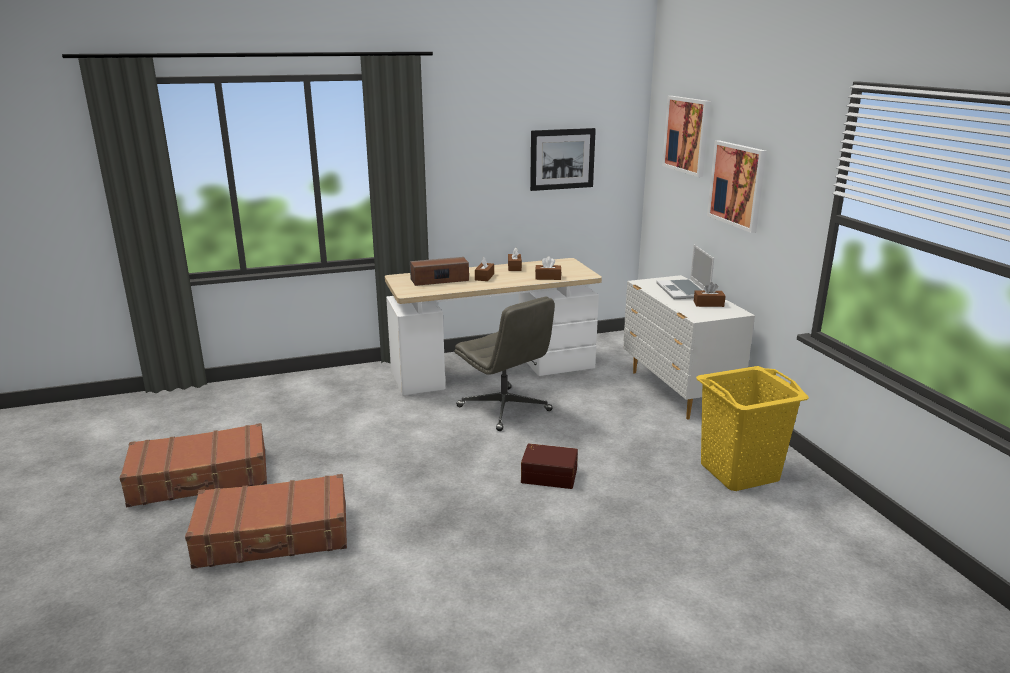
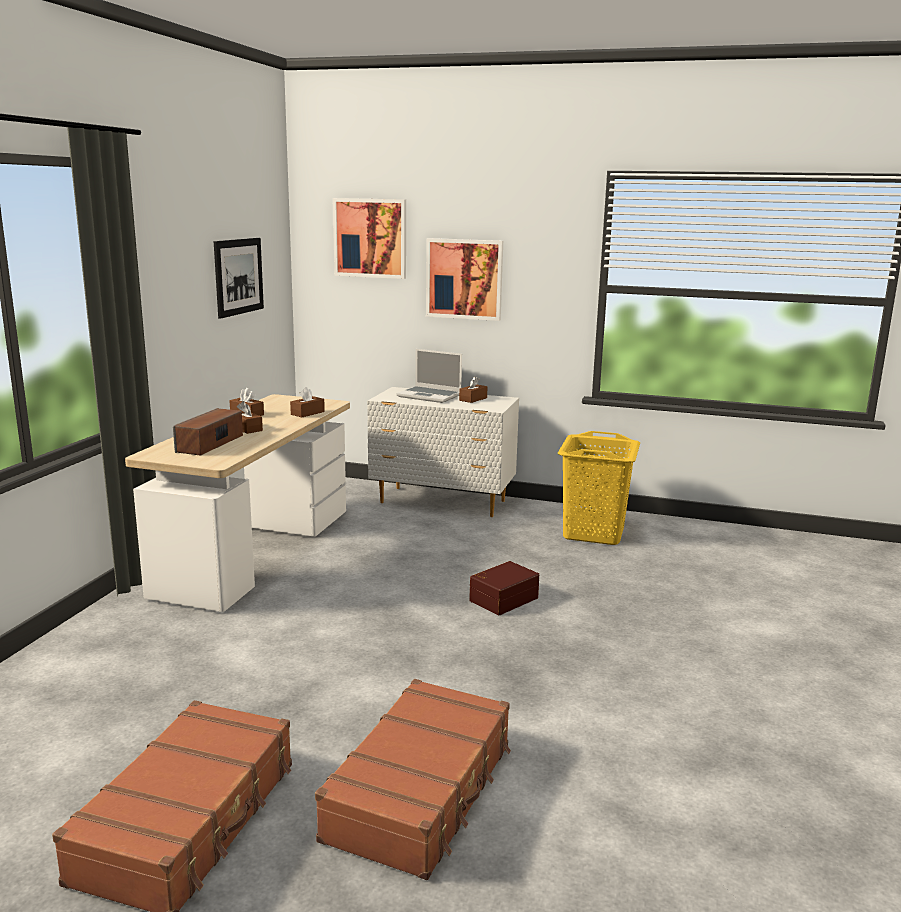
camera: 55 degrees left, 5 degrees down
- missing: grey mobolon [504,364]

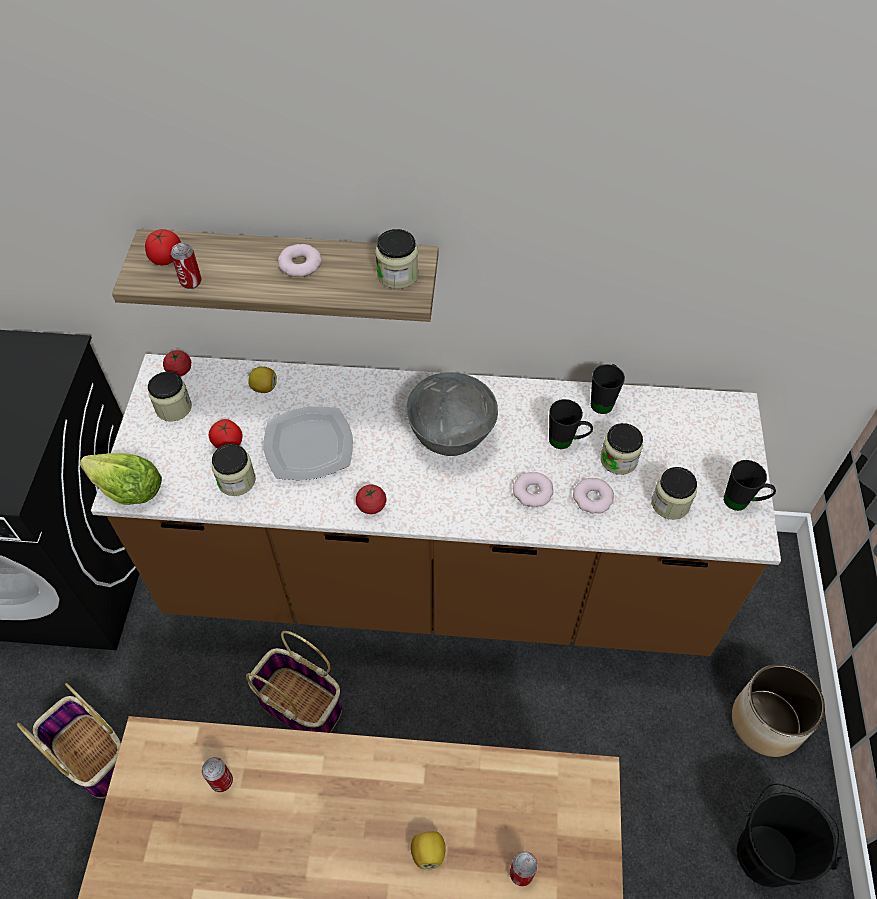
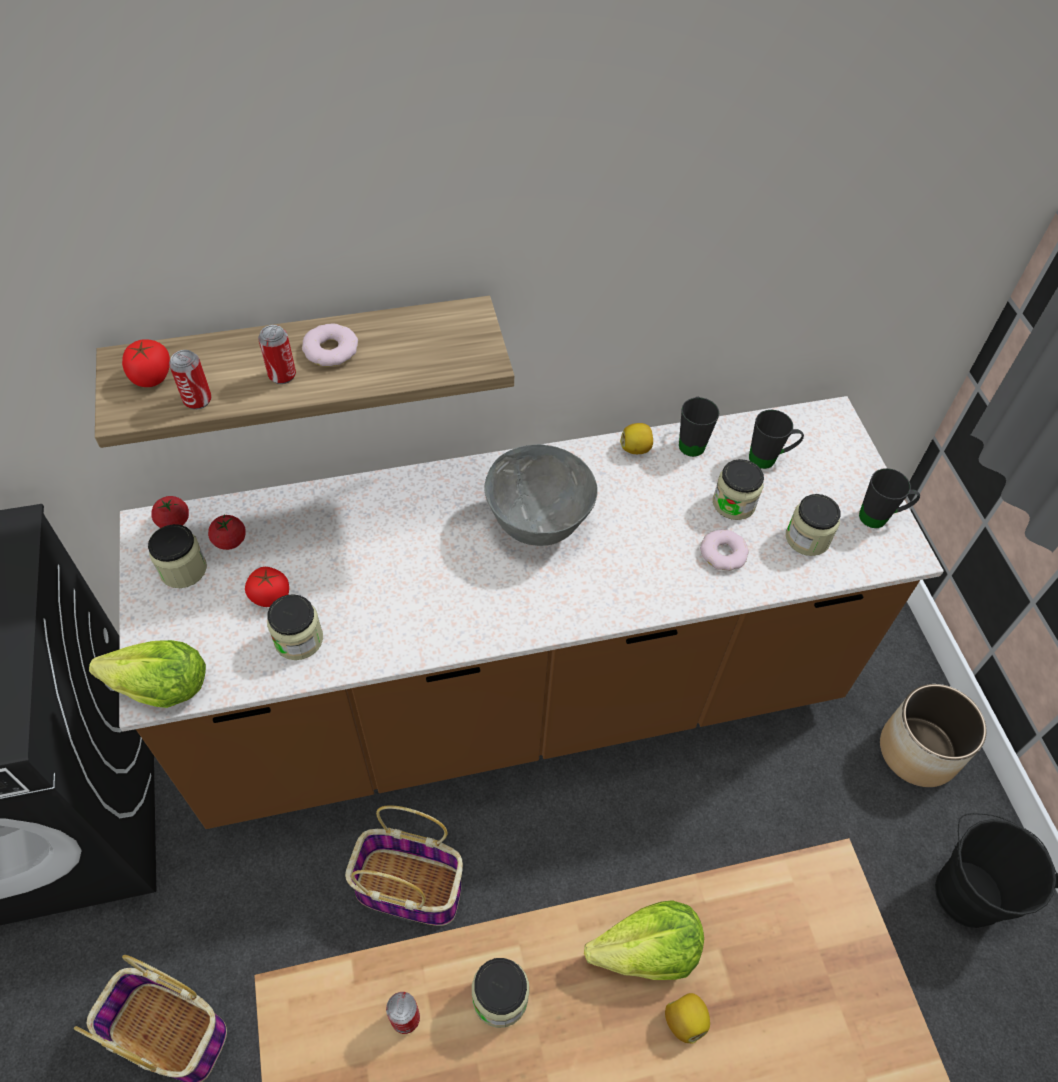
camera: 20 degrees left, 0 degrees up
- relocated: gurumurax [371,499] to [227,532]
- relocated: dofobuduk [523,868] to [277,354]
- relocated: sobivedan [397,259] to [500,993]
- appeared: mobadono [644,940]
- relocated: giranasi [263,380] to [636,438]
- relocated: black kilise [571,424] to [776,439]
- missing: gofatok [308,443]
- missing: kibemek [533,490]

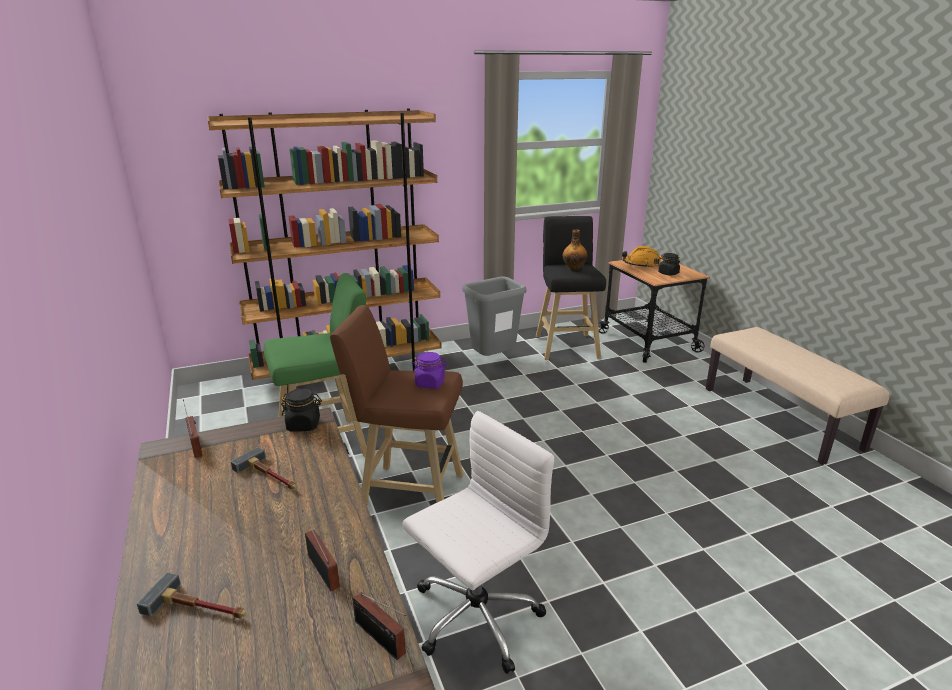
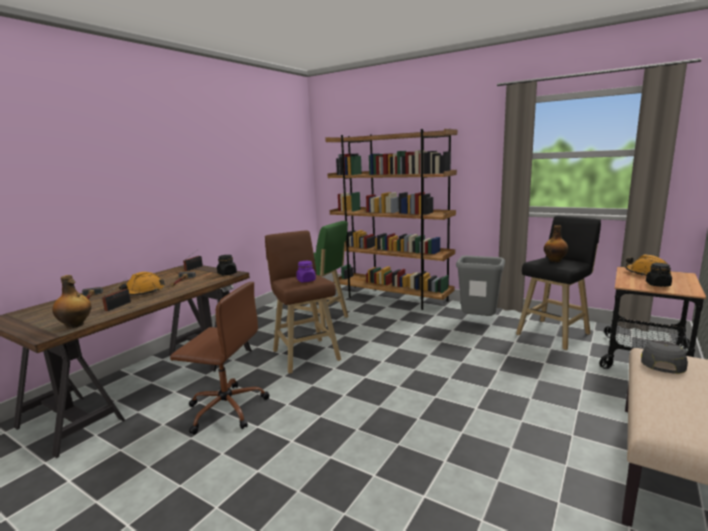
camera: 55 degrees right, 10 degrees down
- exchanged: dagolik [380,626] to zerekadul [72,301]
- appeared: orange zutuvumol [142,283]
- colour: white mobolon [478,542] to brown mobolon [219,358]
- appeared: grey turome [664,357]

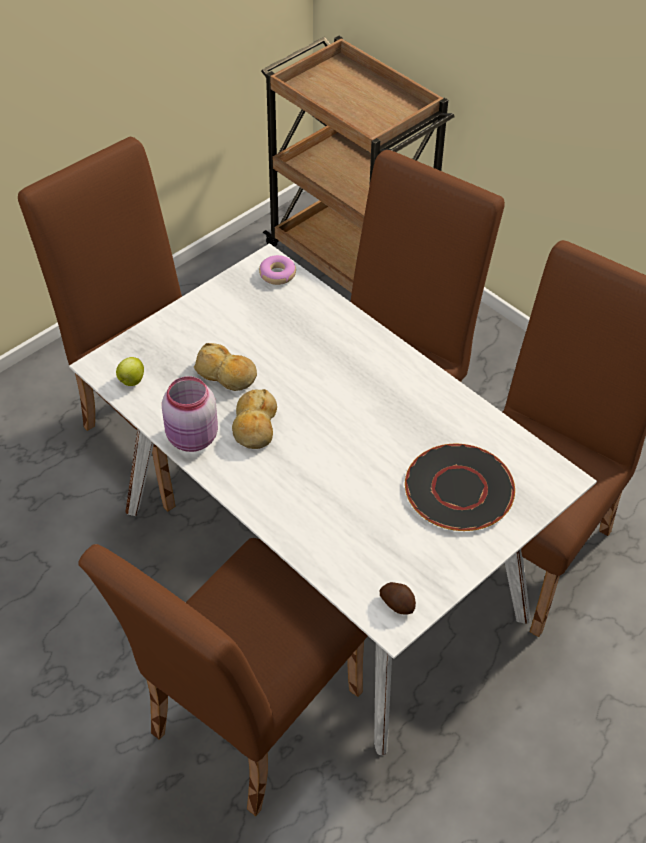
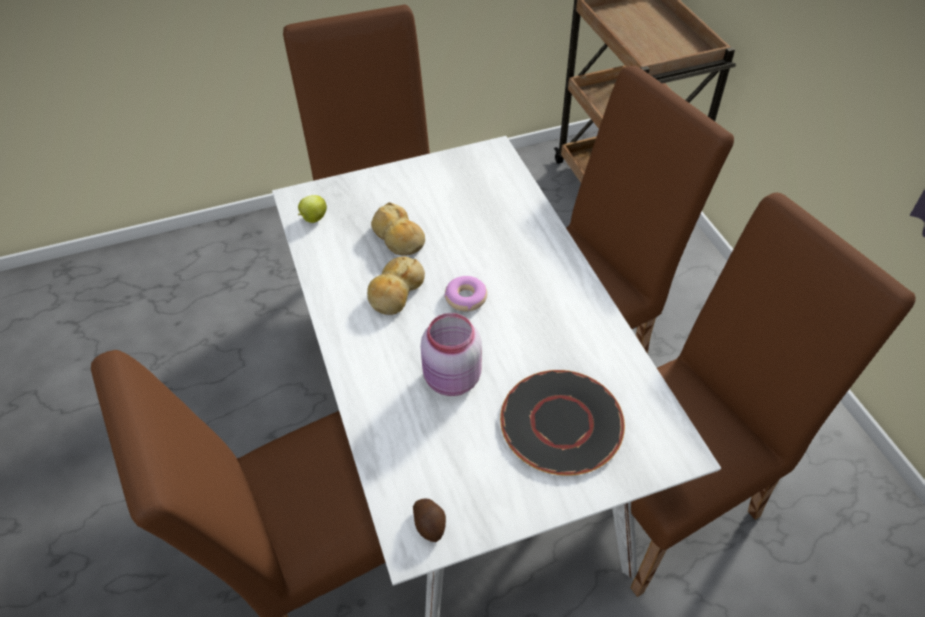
camera: 25 degrees right, 0 degrees up
- relocated: pink sobivedan [190,414] to [451,354]
- relocated: kibemek [277,270] to [465,293]

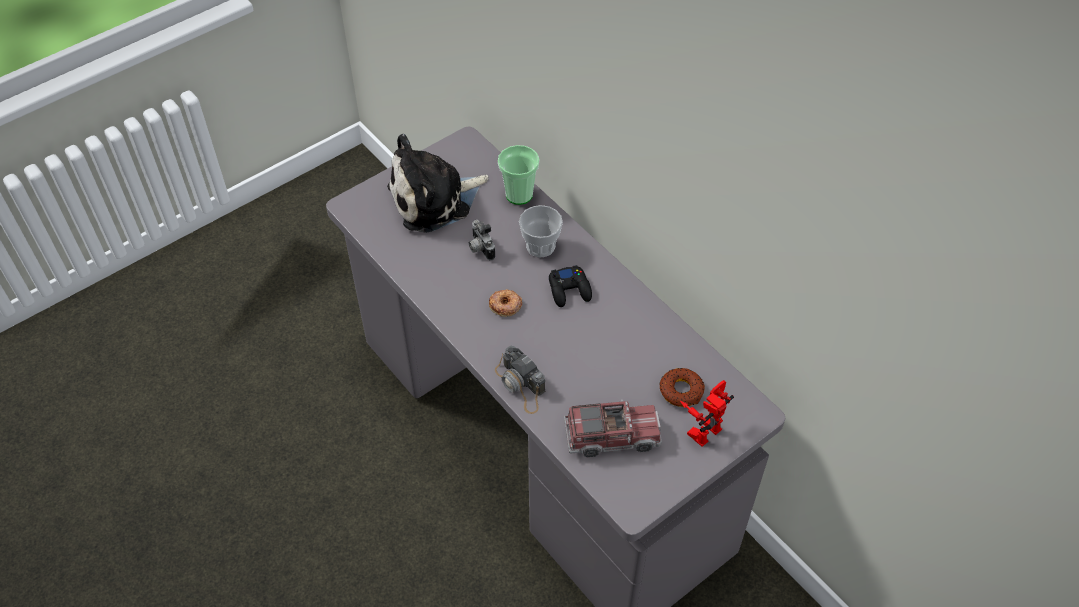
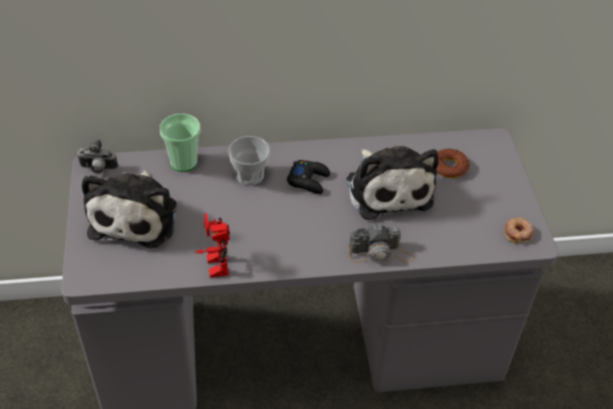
camera: 60 degrees left, 5 degrees down
- relocated: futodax [482,240] to [97,156]
- relocated: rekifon [707,413] to [212,245]
- appeared: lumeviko [392,183]
- relocated: kibemek [505,303] to [519,230]
- missing: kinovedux [613,428]

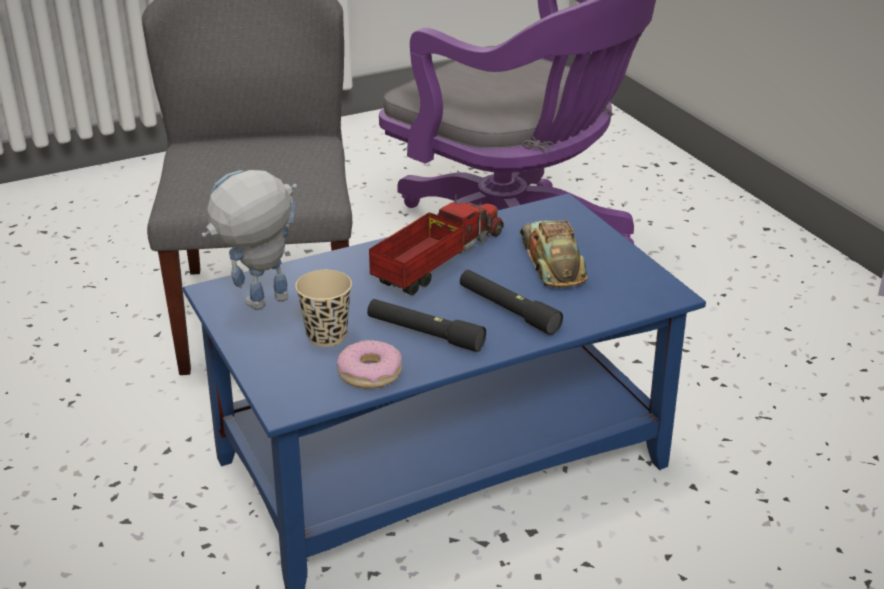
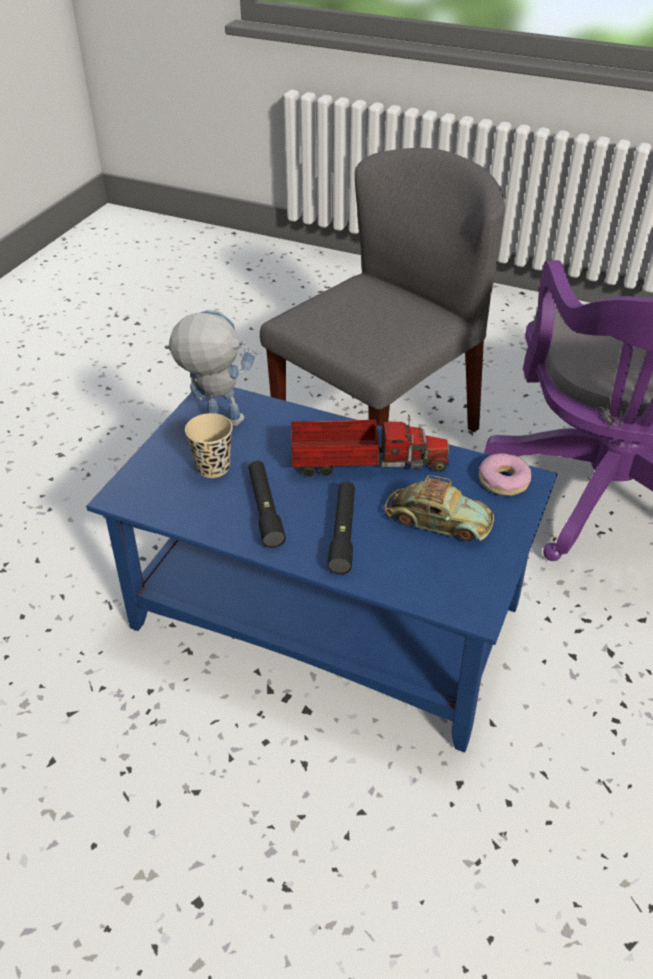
camera: 50 degrees right, 10 degrees up
- spun: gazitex [554,254] = [439,508] 75 degrees clockwise
- relocated: kibemek [369,364] to [505,474]

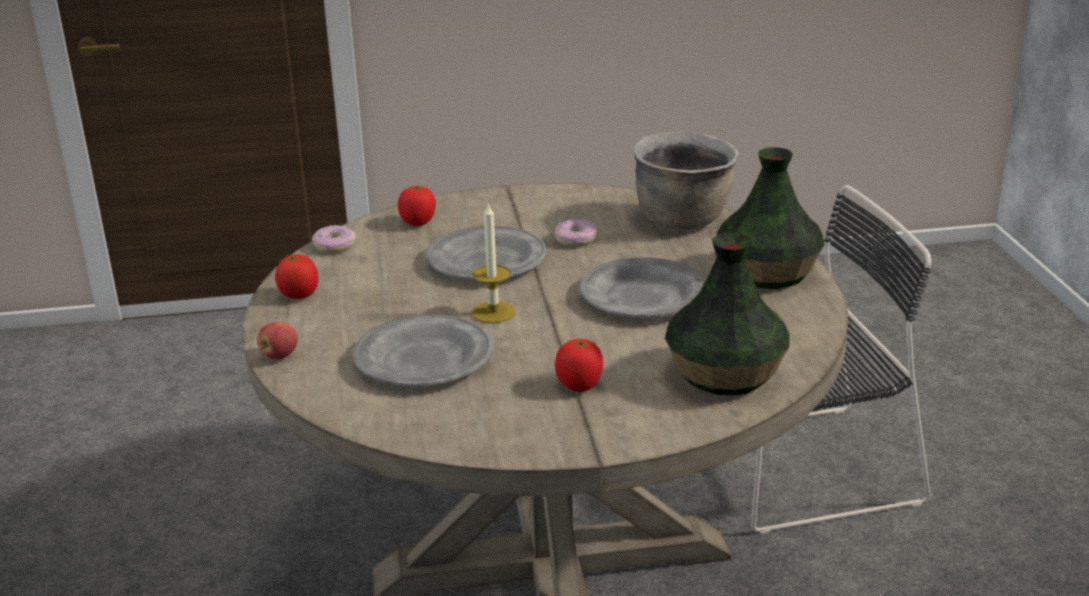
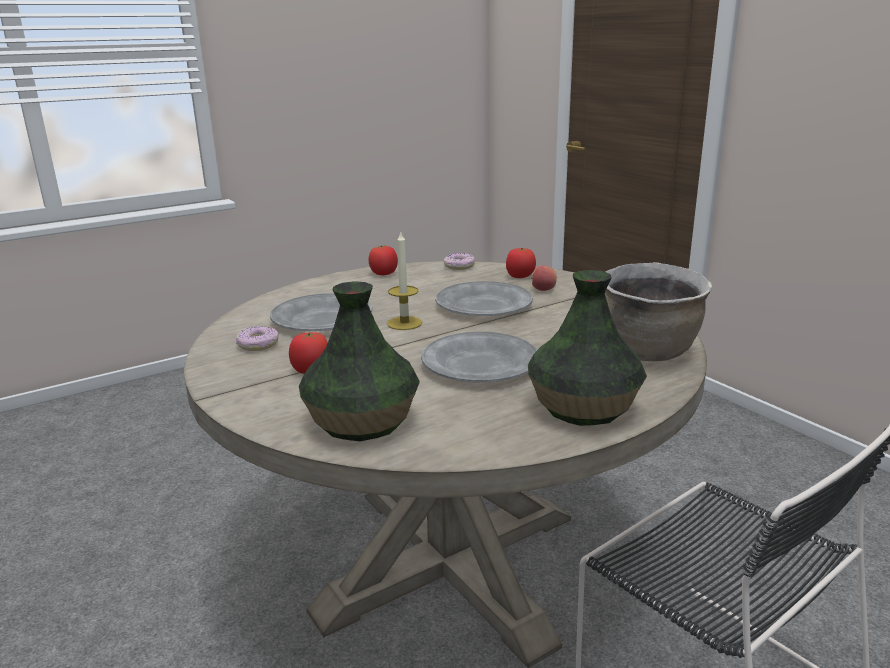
camera: 65 degrees right, 5 degrees down
- relocated: kibemek [576,233] to [257,338]
- relocated: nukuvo [277,341] to [544,278]

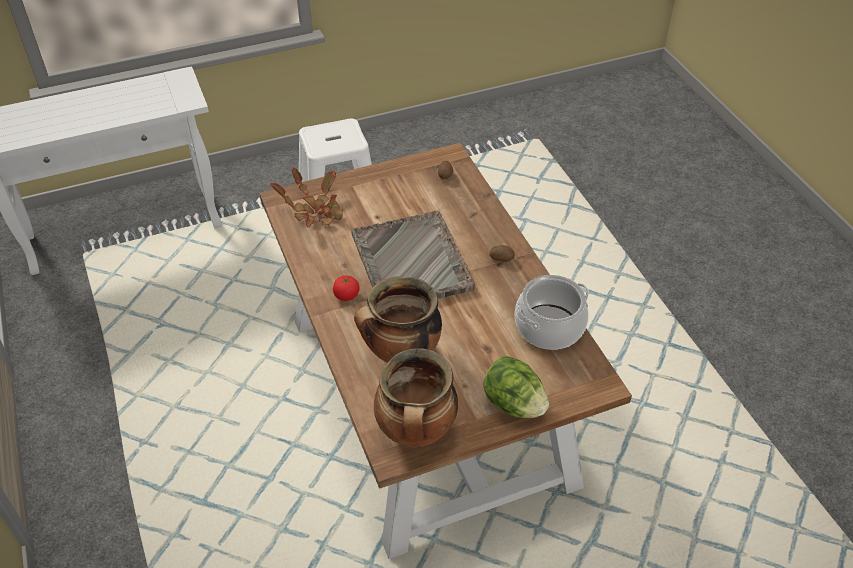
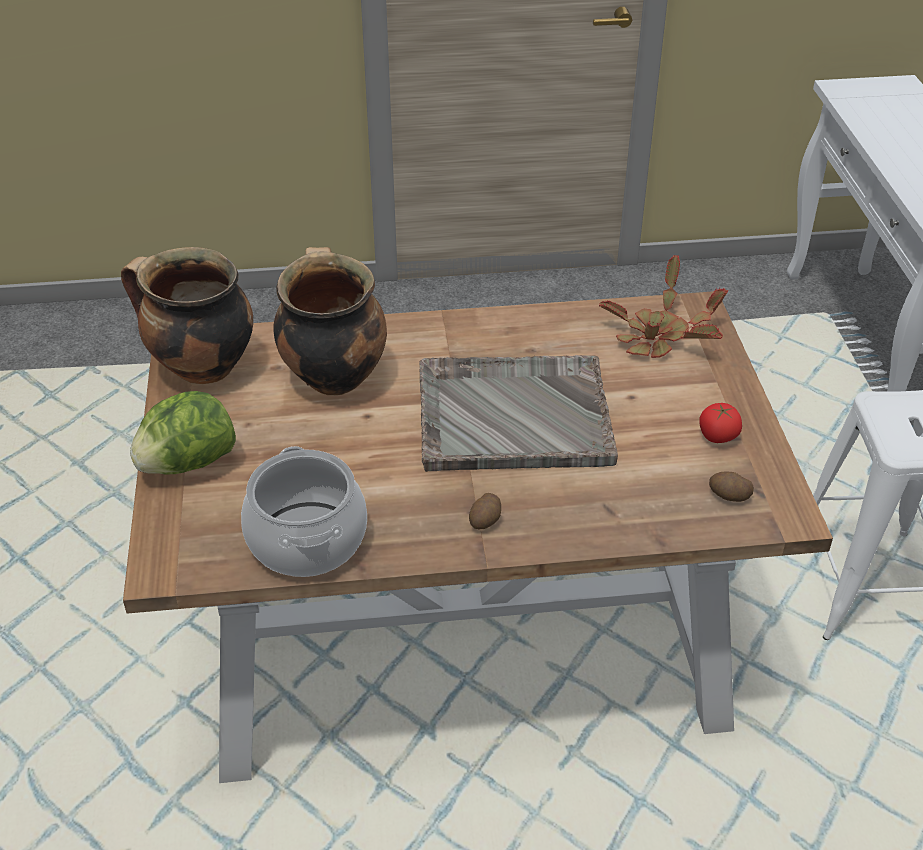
camera: 105 degrees right, 5 degrees down
- relocated: gurumurax [346,288] to [720,423]

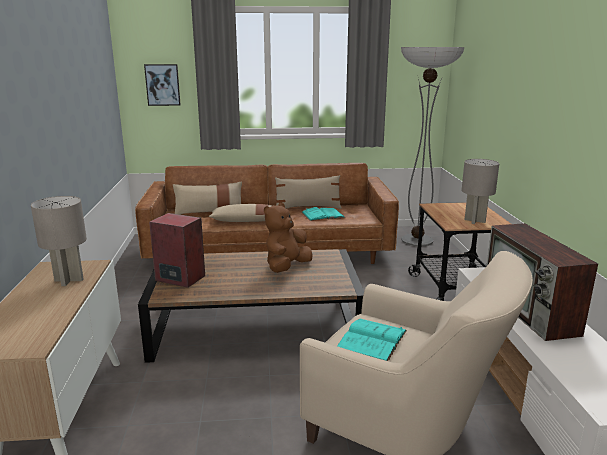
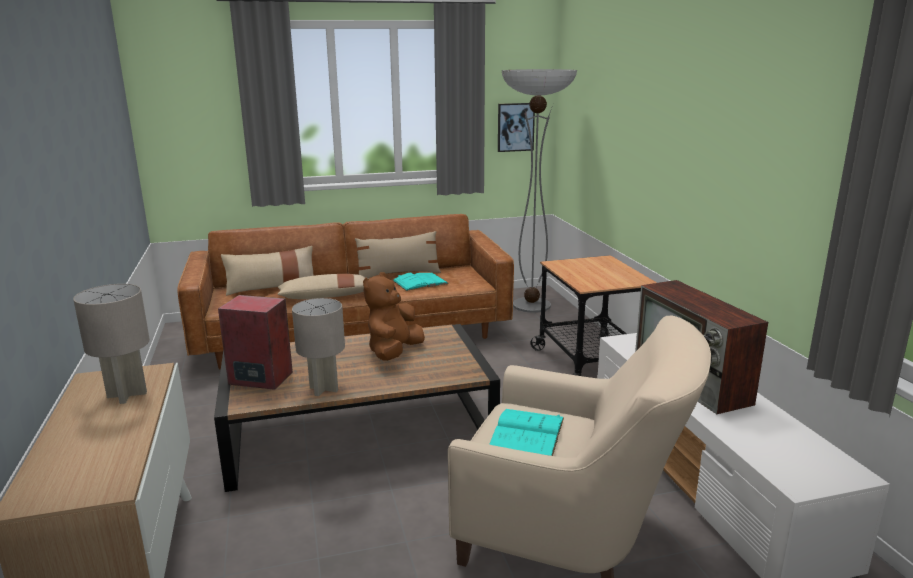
camera: 10 degrees left, 0 degrees up
- relocated: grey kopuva [480,191] to [318,347]
- relocated: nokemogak [162,85] to [516,127]

